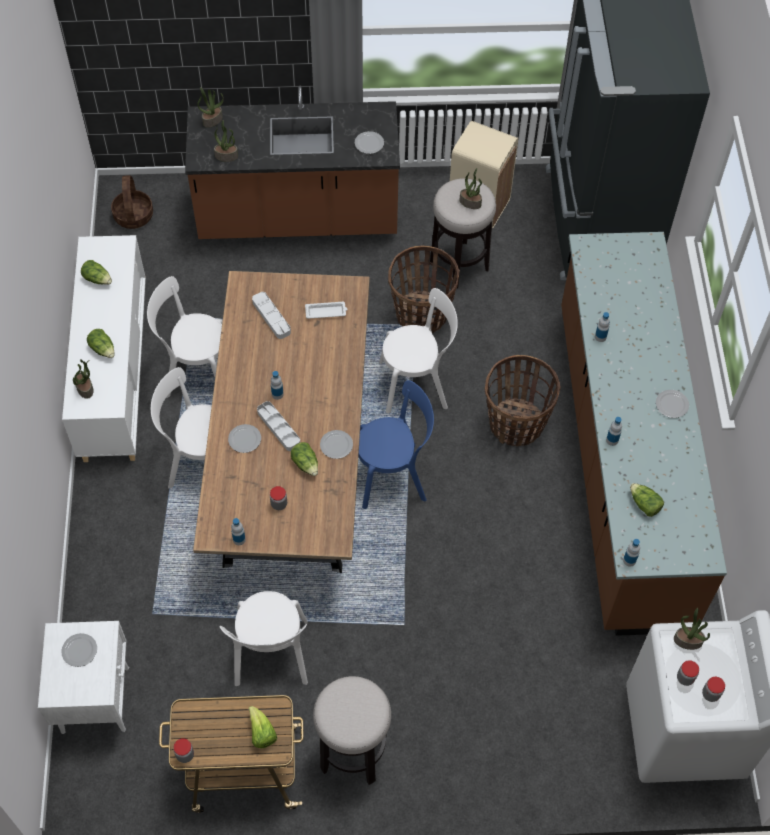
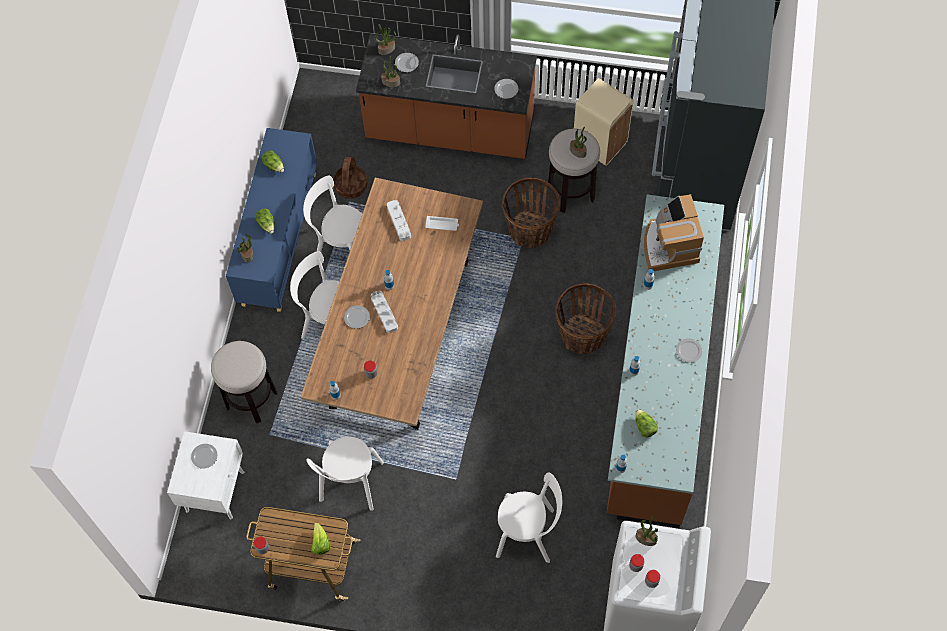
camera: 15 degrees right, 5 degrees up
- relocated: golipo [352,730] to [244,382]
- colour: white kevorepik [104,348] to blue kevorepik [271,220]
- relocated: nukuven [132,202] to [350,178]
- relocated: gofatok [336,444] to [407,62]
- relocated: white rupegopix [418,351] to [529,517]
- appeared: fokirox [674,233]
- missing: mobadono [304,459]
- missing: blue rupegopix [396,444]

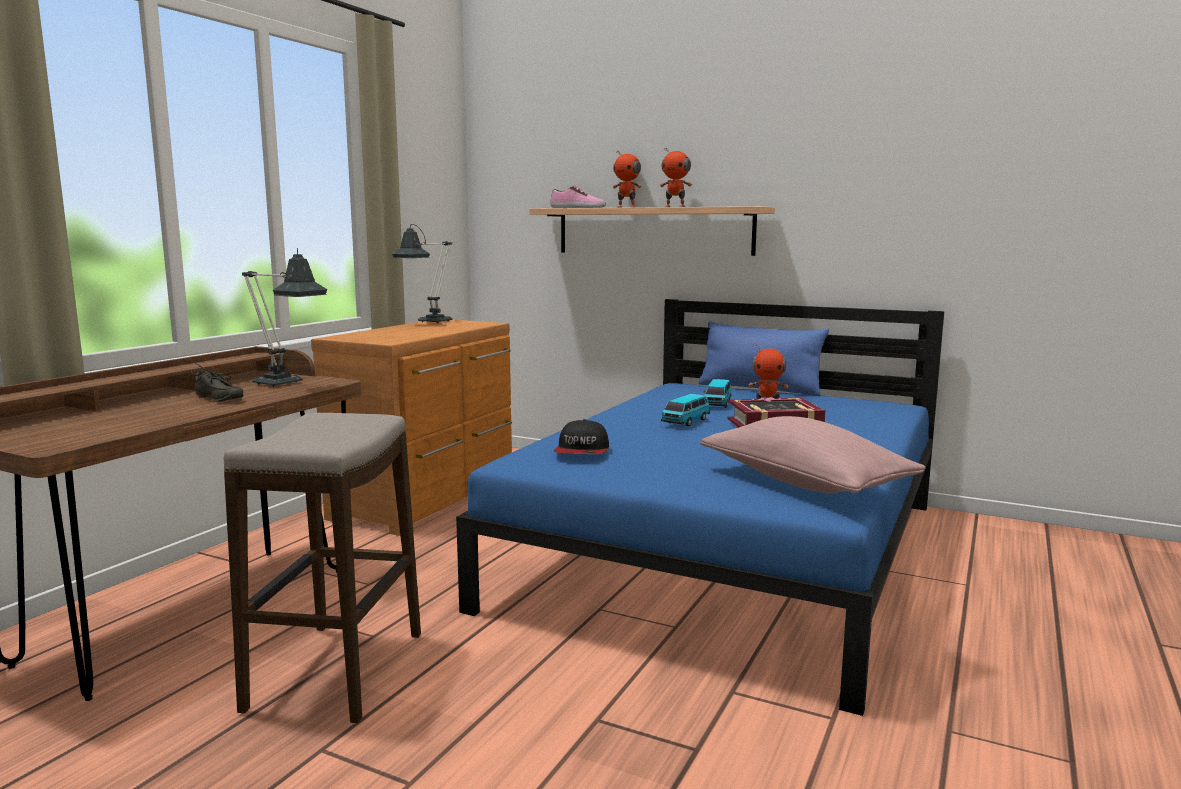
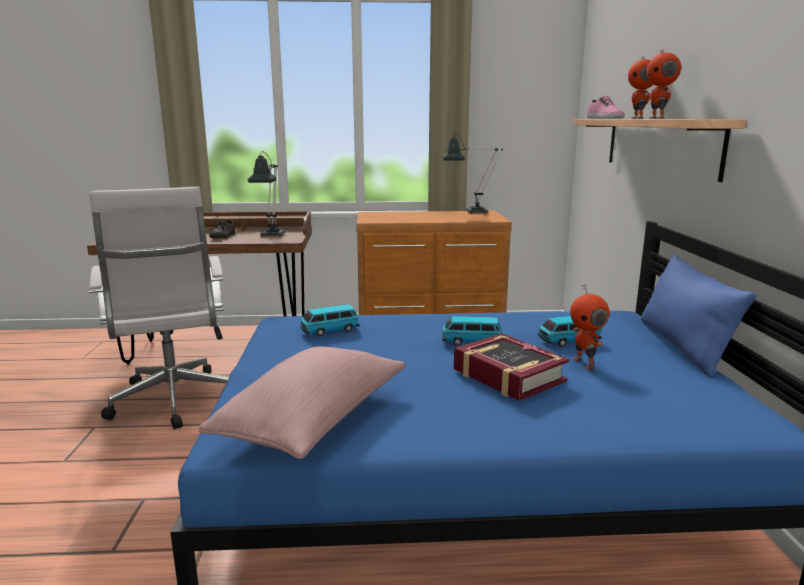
camera: 60 degrees right, 5 degrees up
- exchanged: golipo [322,568] to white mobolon [159,308]
- exchanged: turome [581,436] to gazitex [329,320]

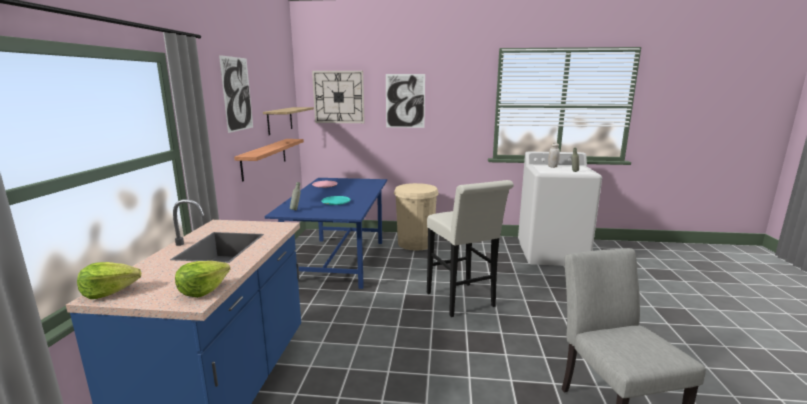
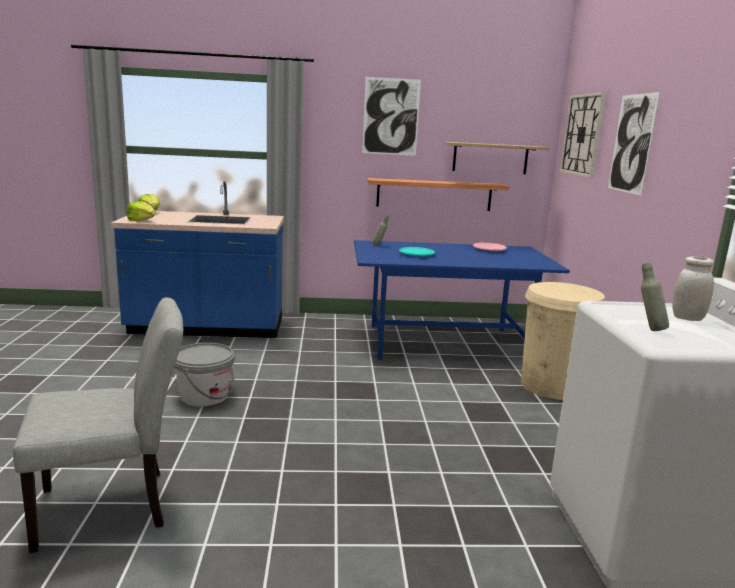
camera: 80 degrees right, 0 degrees up
- appeared: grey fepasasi [204,375]
- missing: white golipo [470,248]

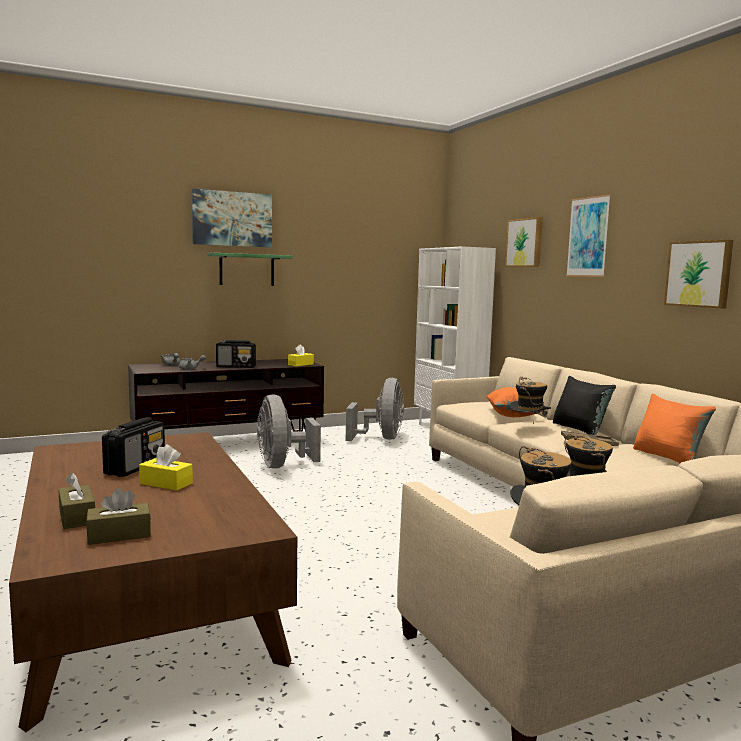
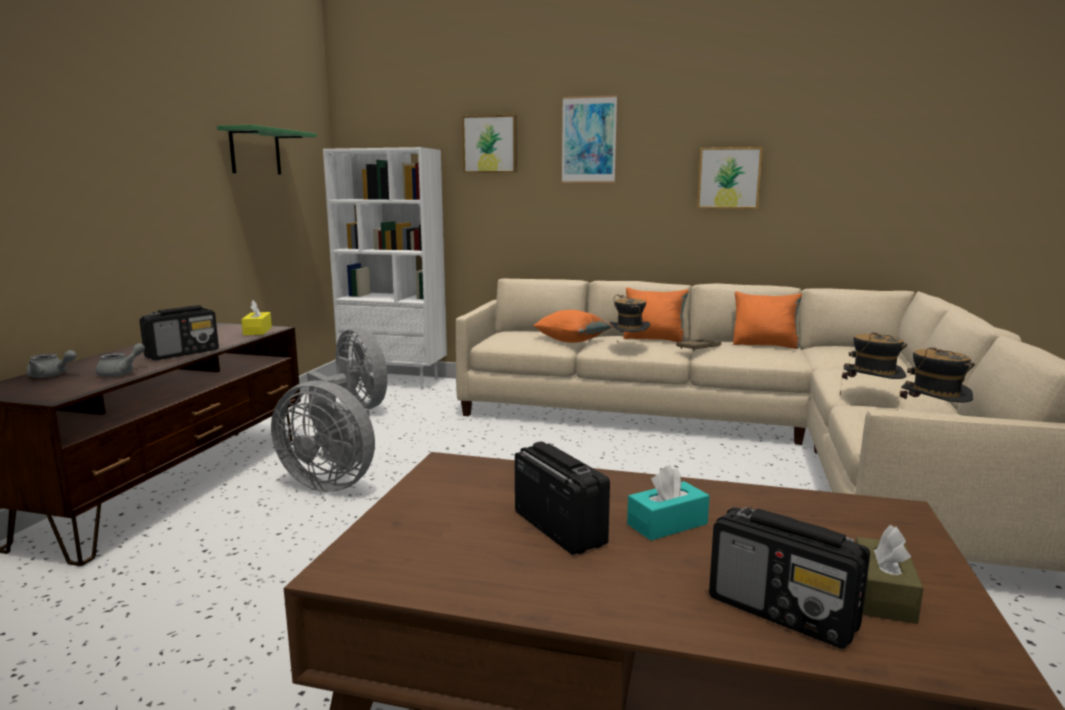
camera: 50 degrees left, 5 degrees up
- relocated: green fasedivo [250,269] to [267,150]
- colour: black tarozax [584,405] to orange tarozax [656,314]
- colour: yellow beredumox [166,467] to turquoise beredumox [668,503]
- exchanged: brown beredumox [76,501] to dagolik [789,578]
- missing: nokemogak [232,218]

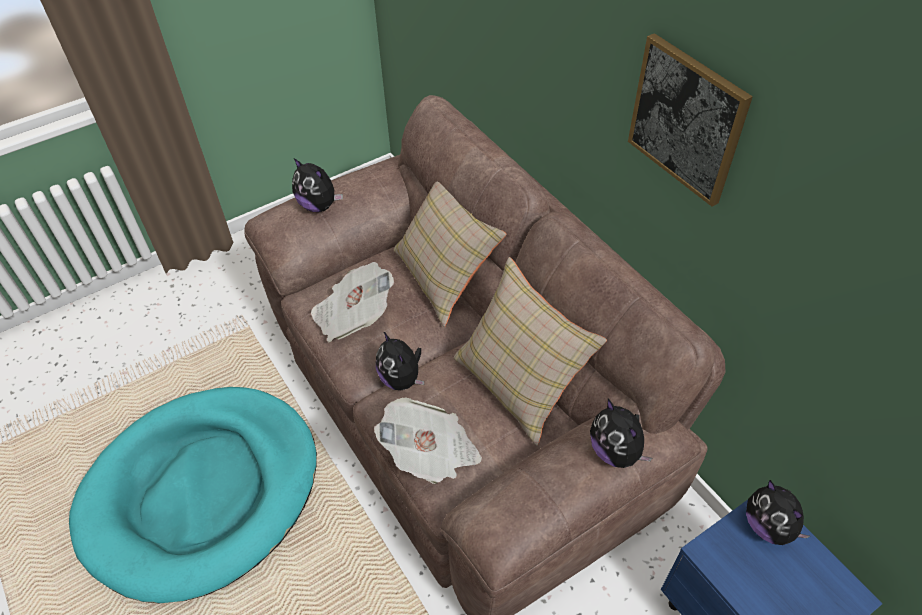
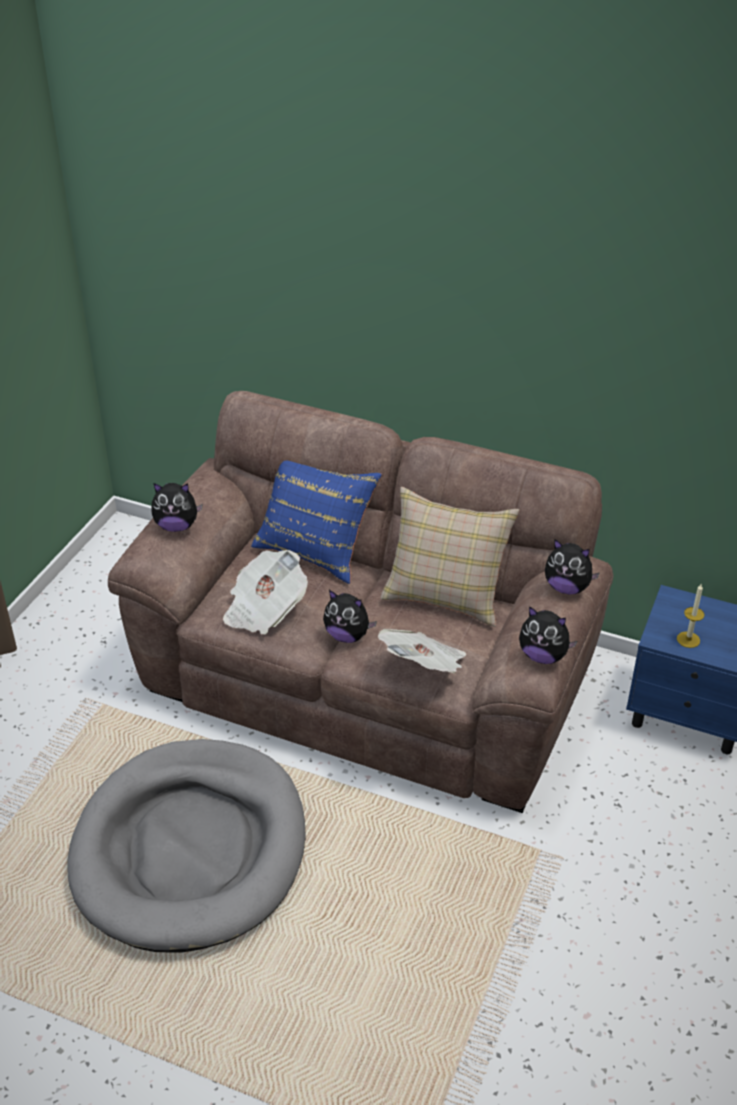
camera: 35 degrees left, 10 degrees down
- colour: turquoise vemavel [193,495] to grey vemavel [186,846]
- colour: beige tarozax [449,254] to blue tarozax [316,522]
- relocated: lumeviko [778,512] to [548,635]
- appeared: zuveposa [691,616]
- missing: nokemogak [690,120]

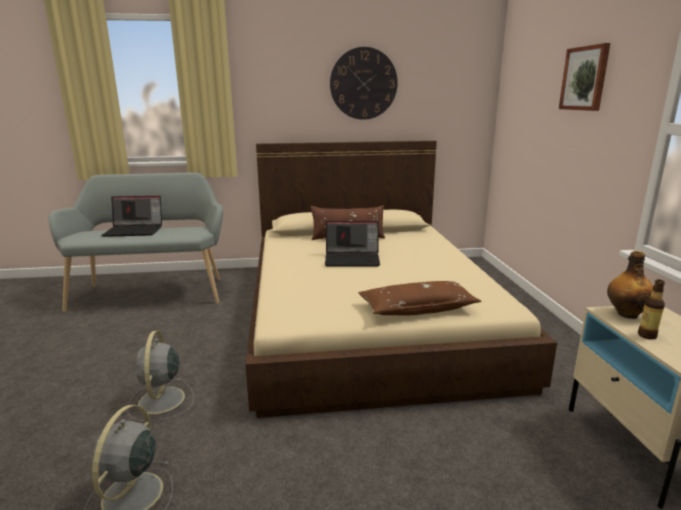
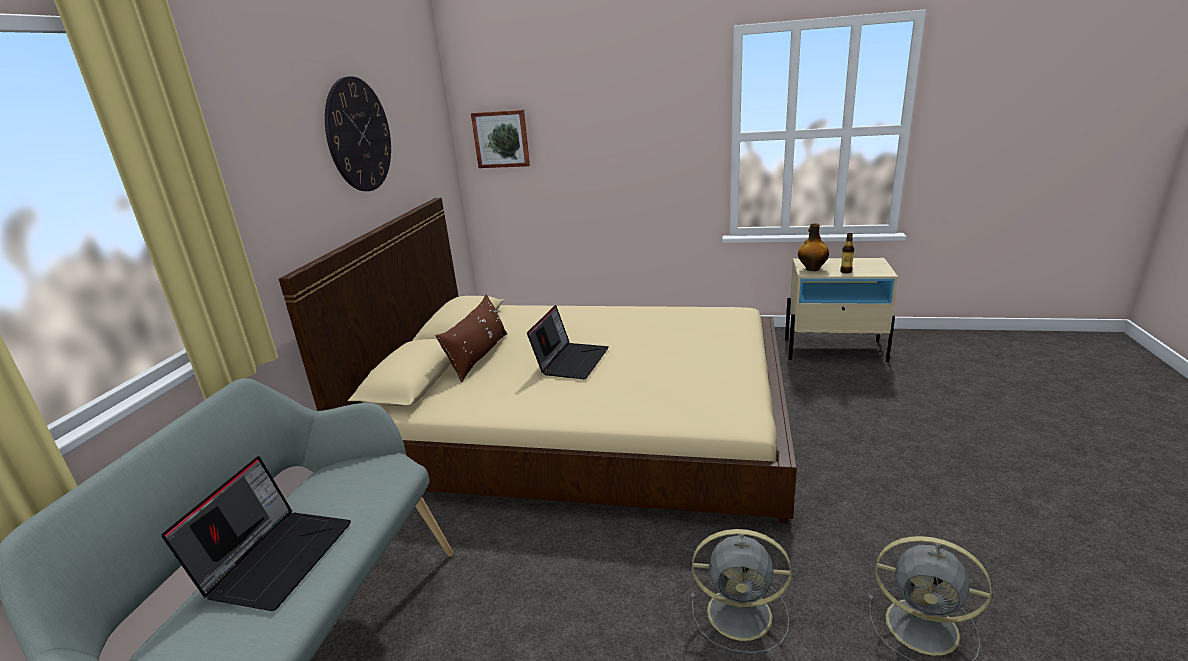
camera: 70 degrees left, 5 degrees up
- relocated: nokemogak [584,77] to [500,139]
- missing: brown tarozax [419,298]

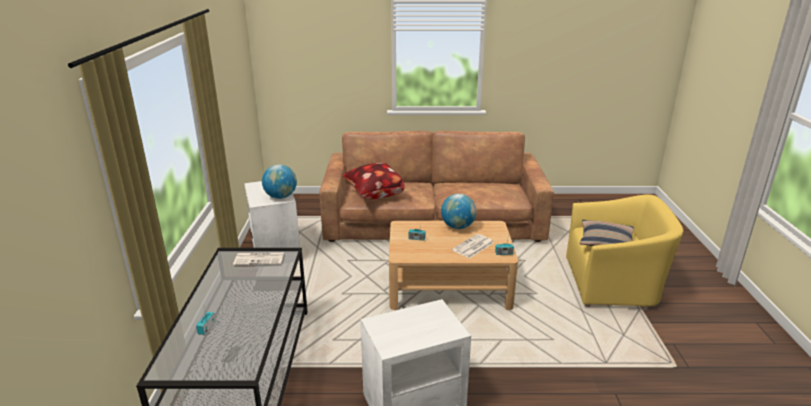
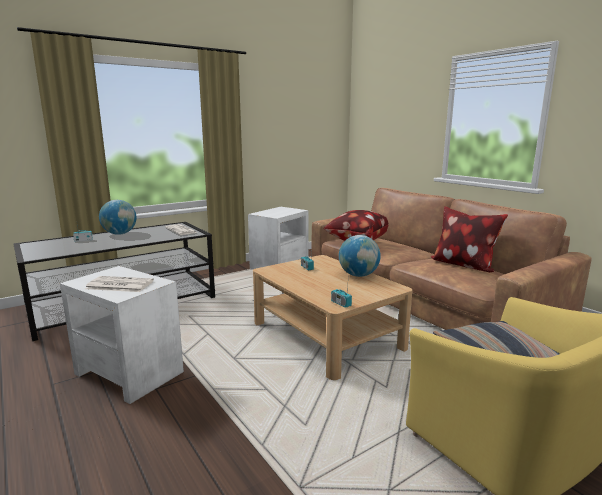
camera: 55 degrees right, 10 degrees down
- relocated: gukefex [473,246] to [119,284]
- relocated: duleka [279,181] to [118,217]
- appeared: tarozax [469,239]

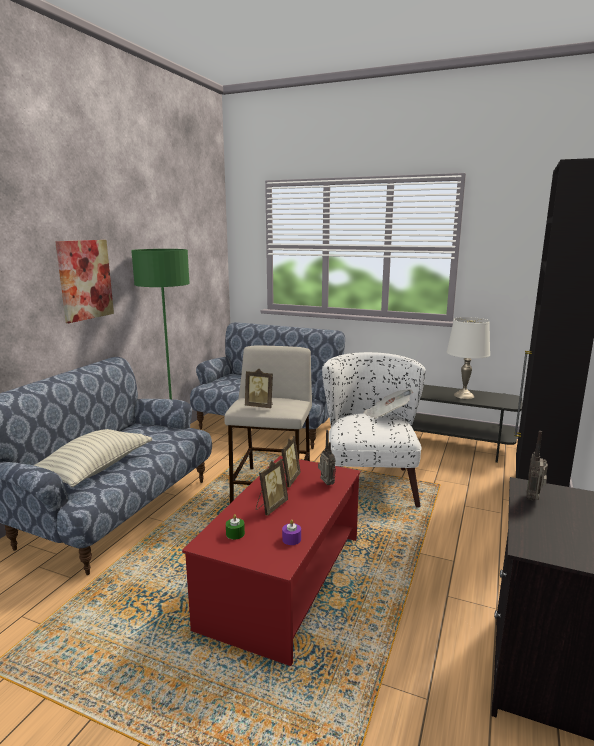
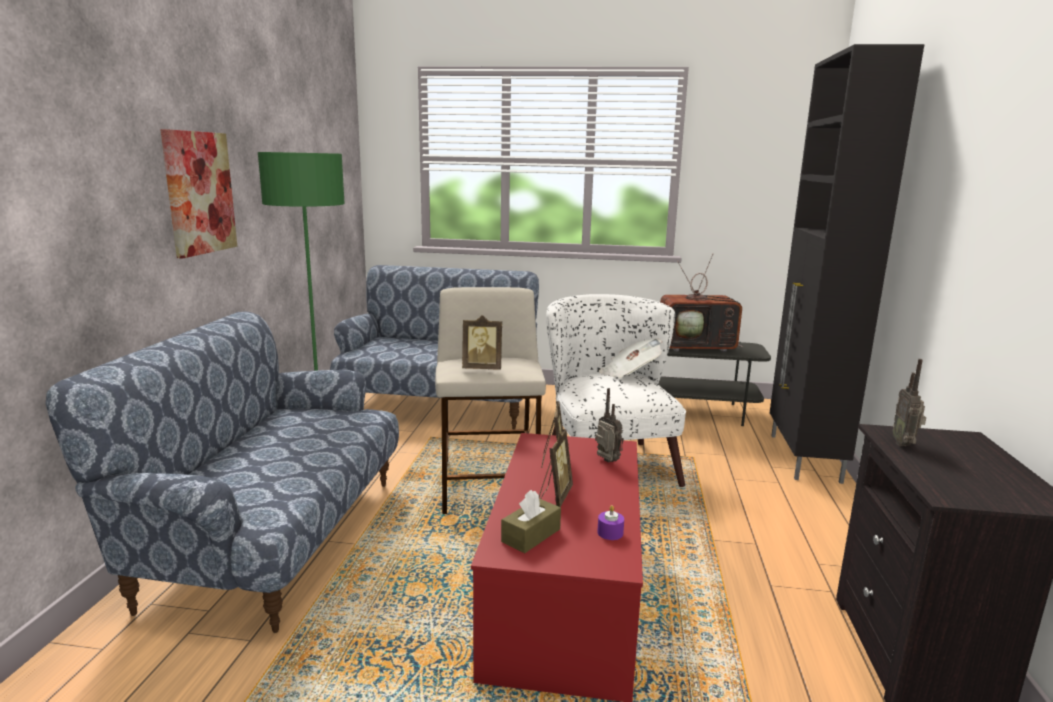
camera: 15 degrees left, 0 degrees up
- exchanged: green zuveposa [235,527] to brown beredumox [531,521]
- exchanged: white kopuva [468,358] to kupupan [701,302]
- missing: tarozax [93,458]

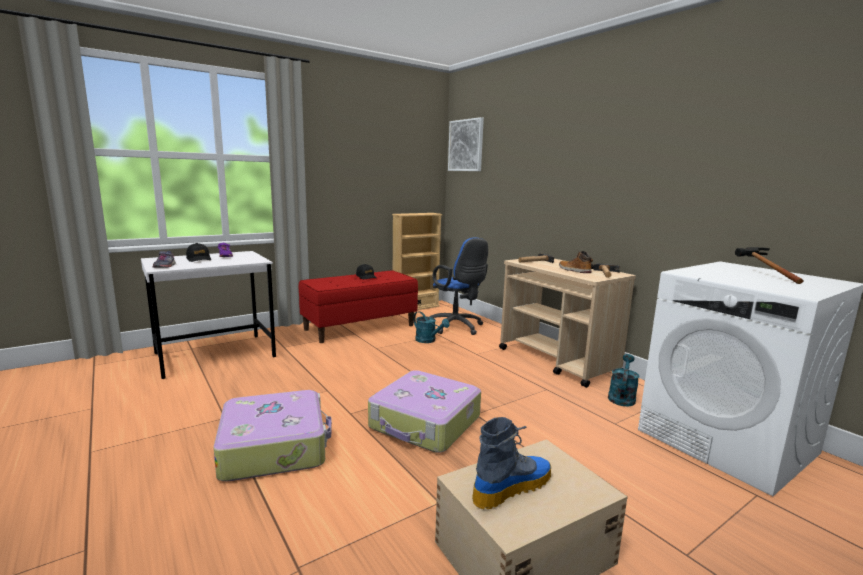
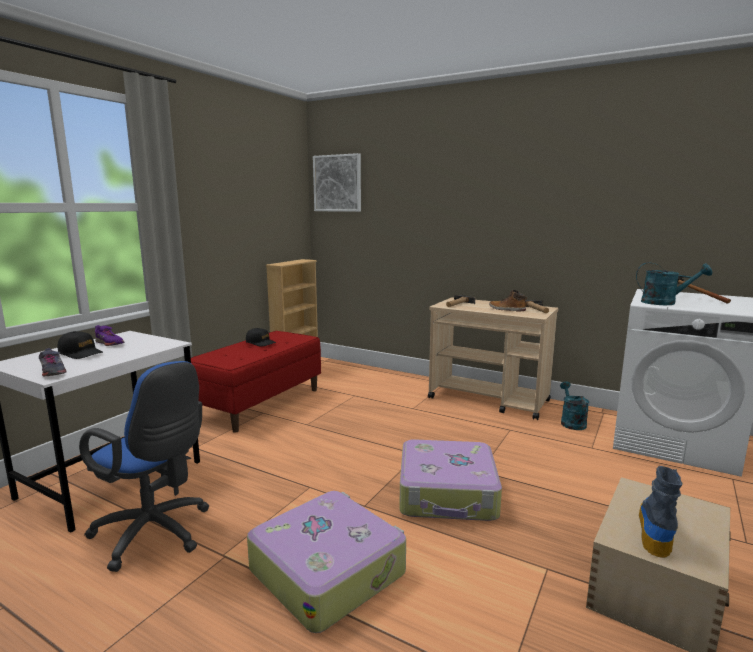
camera: 25 degrees left, 0 degrees up
- relocated: blue mobolon [458,286] to [144,466]
- relocated: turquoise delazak [431,327] to [674,283]

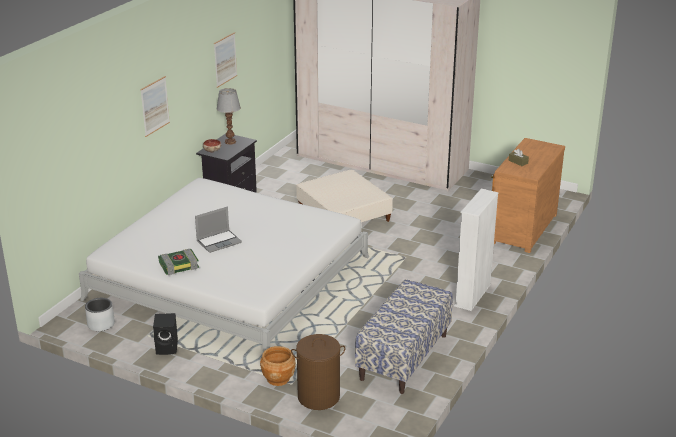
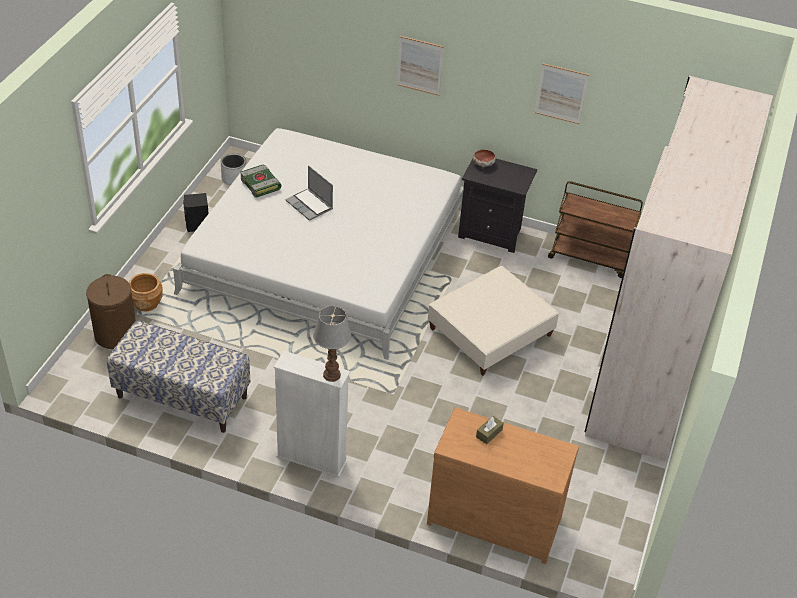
camera: 80 degrees right, 15 degrees up
- relocated: kopuva [229,116] to [332,344]
- appeared: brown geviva [595,229]

